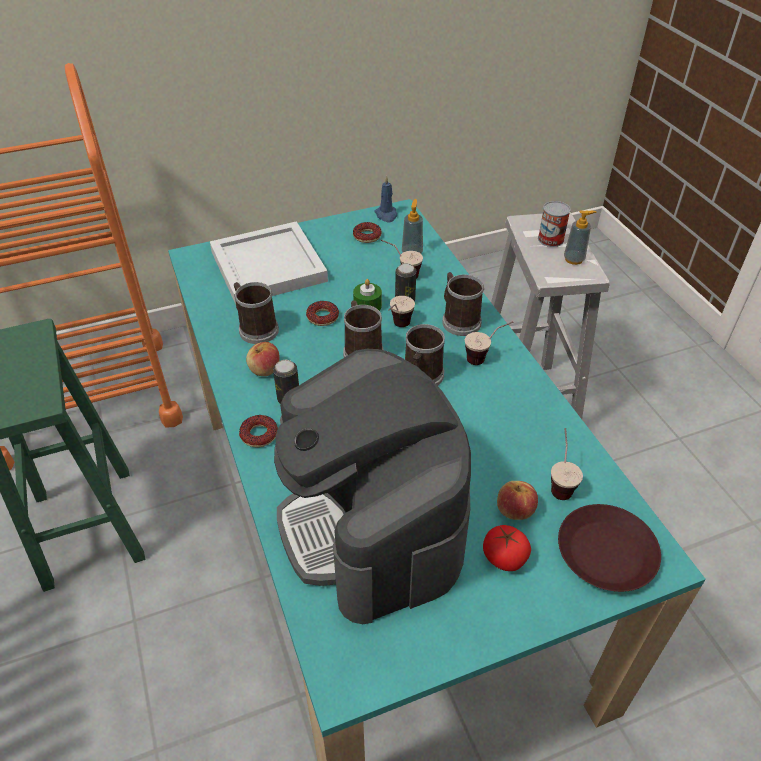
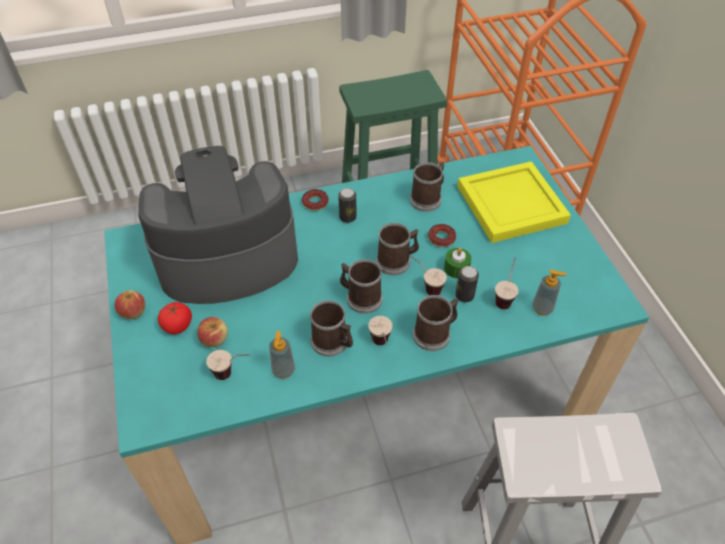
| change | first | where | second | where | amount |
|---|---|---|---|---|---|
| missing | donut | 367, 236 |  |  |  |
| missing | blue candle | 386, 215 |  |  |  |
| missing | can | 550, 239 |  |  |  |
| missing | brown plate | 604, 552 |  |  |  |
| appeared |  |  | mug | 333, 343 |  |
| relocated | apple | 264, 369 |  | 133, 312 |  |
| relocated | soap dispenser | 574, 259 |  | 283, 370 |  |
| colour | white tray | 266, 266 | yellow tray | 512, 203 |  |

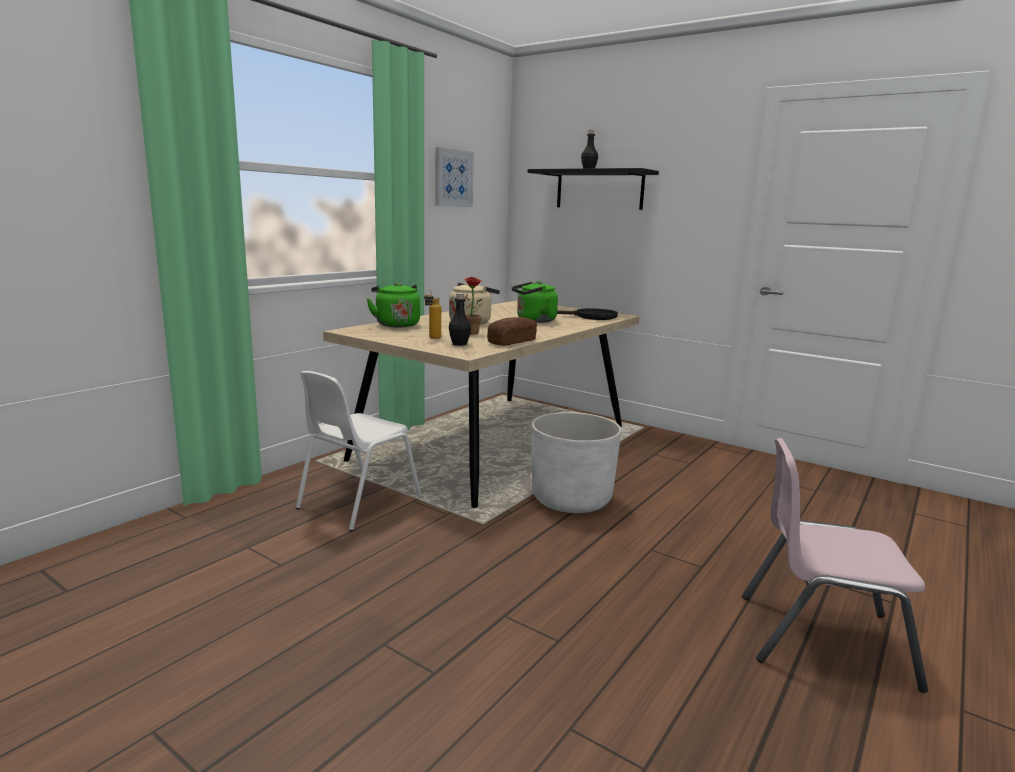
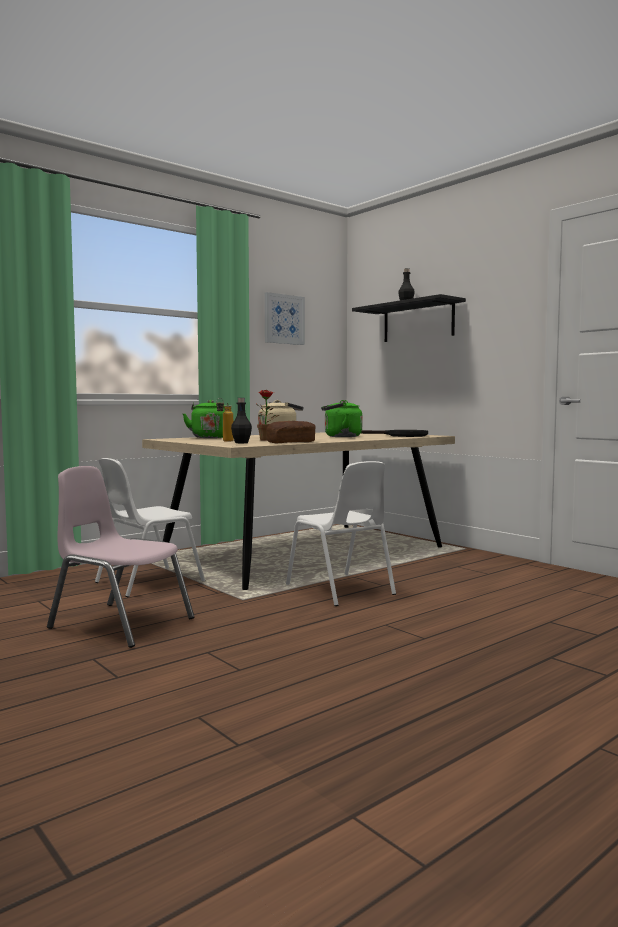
| change | first | where | second | where | amount |
|---|---|---|---|---|---|
| relocated | pink chair | 822, 638 |  | 120, 623 |  |
| exchanged | white planter | 571, 499 | white chair | 341, 590 |  |

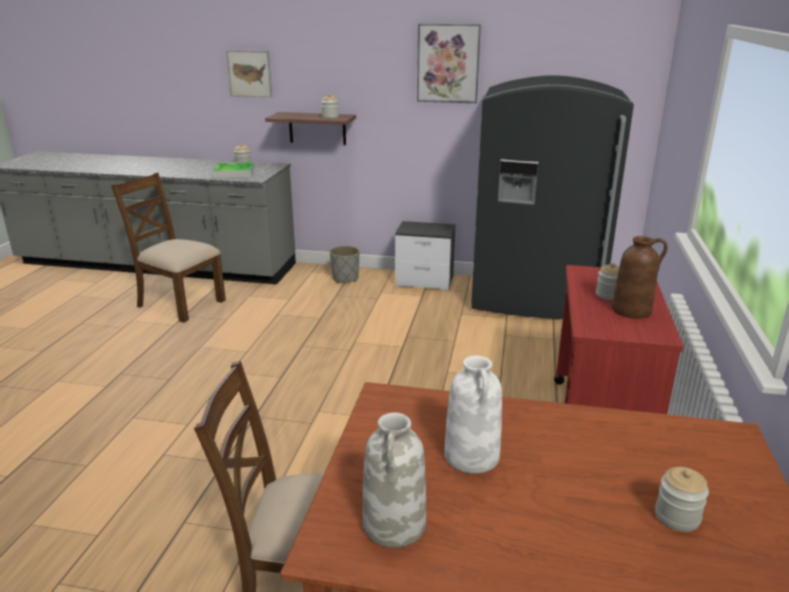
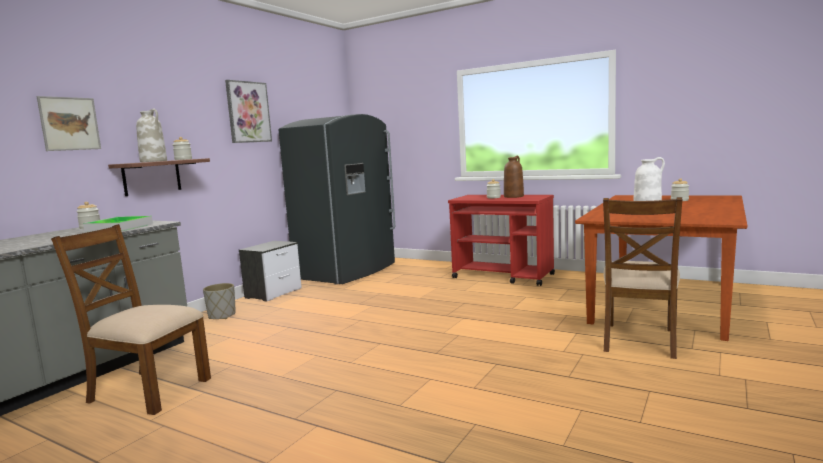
| change | first | where | second | where | amount |
|---|---|---|---|---|---|
| relocated | white vase | 395, 526 |  | 154, 161 |  |
| spun | brown chair | 180, 303 |  | 148, 390 | 60 degrees clockwise |

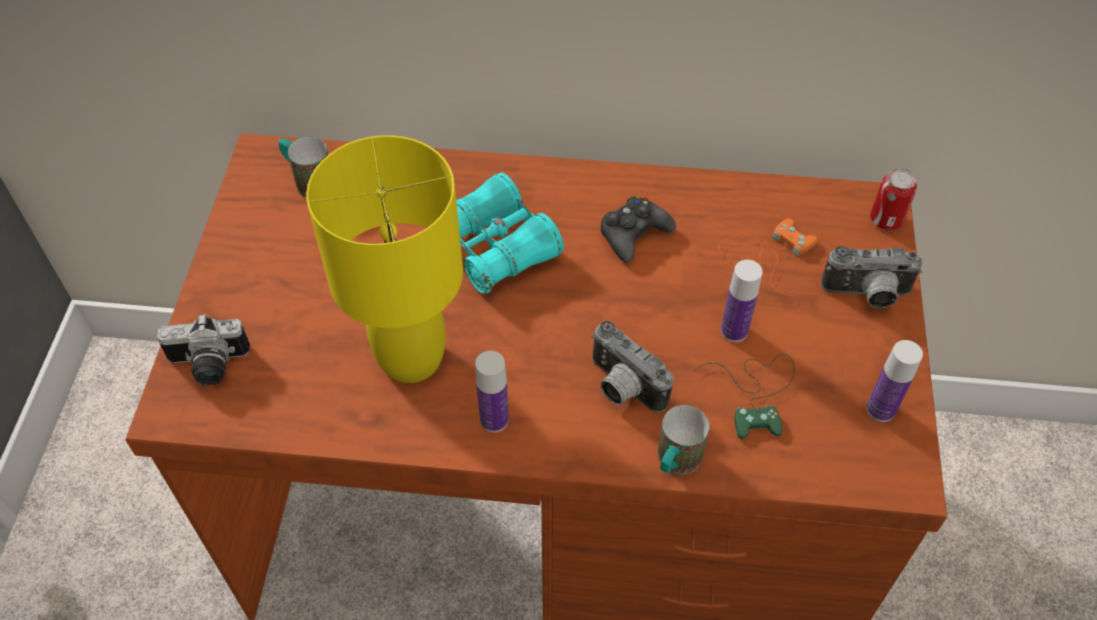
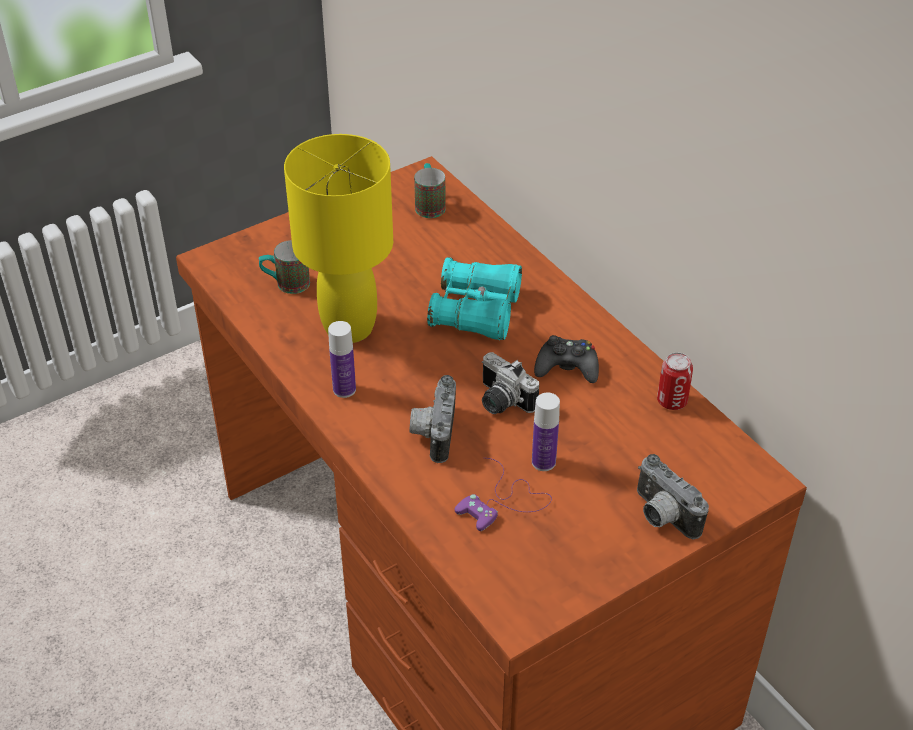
| change | first | where | second | where | amount |
|---|---|---|---|---|---|
| missing | orange game controller | 766, 254 |  |  |  |
| missing | bottle | 881, 409 |  |  |  |
| relocated | photo camera | 208, 366 |  | 501, 402 |  |
| relocated | mug | 675, 463 |  | 286, 284 |  |
| relocated | can | 886, 219 |  | 672, 401 |  |
| colour | green game controller | 756, 392 | purple game controller | 503, 501 |  |

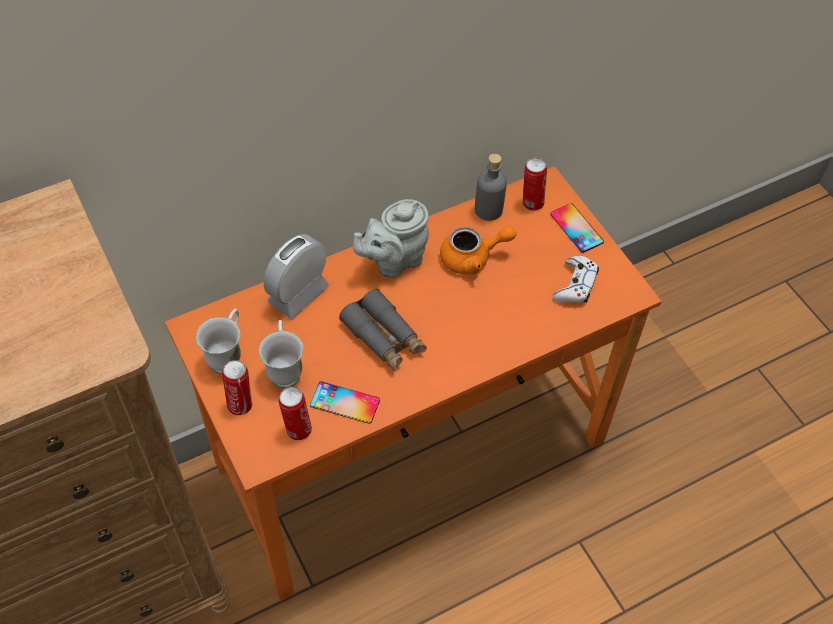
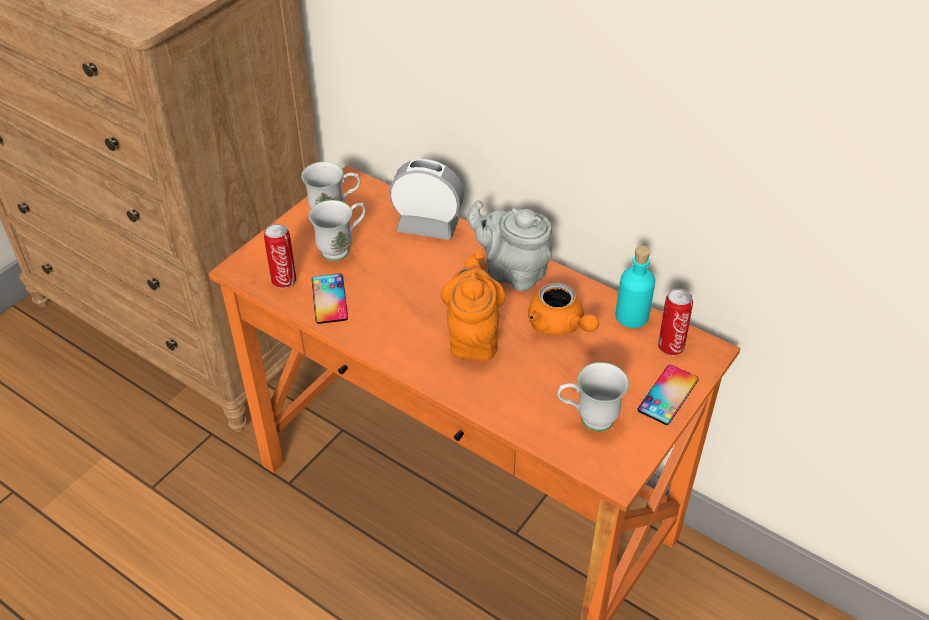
| change | first | where | second | where | amount |
|---|---|---|---|---|---|
| missing | can | 241, 404 |  |  |  |
| missing | grey binoculars | 384, 337 |  |  |  |
| appeared |  |  | orange teapot | 473, 337 |  |
| exchanged | white game controller | 575, 285 | white mug | 588, 419 |  |
| colour | grey bottle | 488, 210 | turquoise bottle | 631, 316 |  |

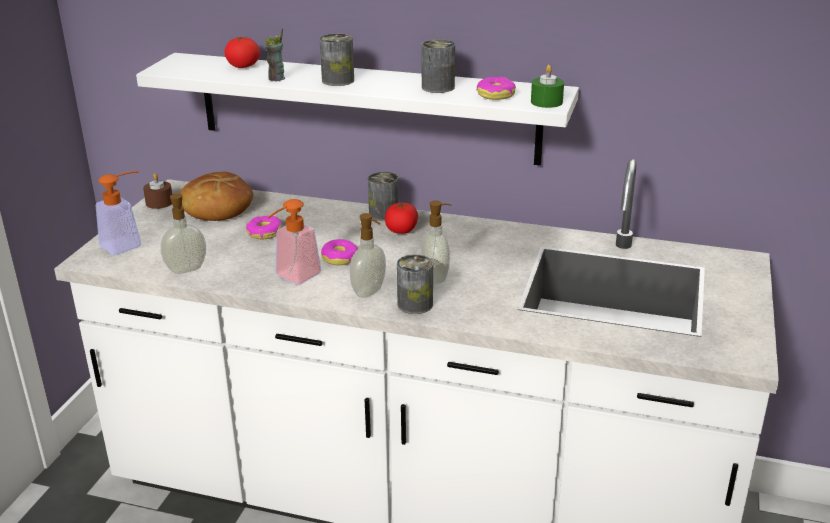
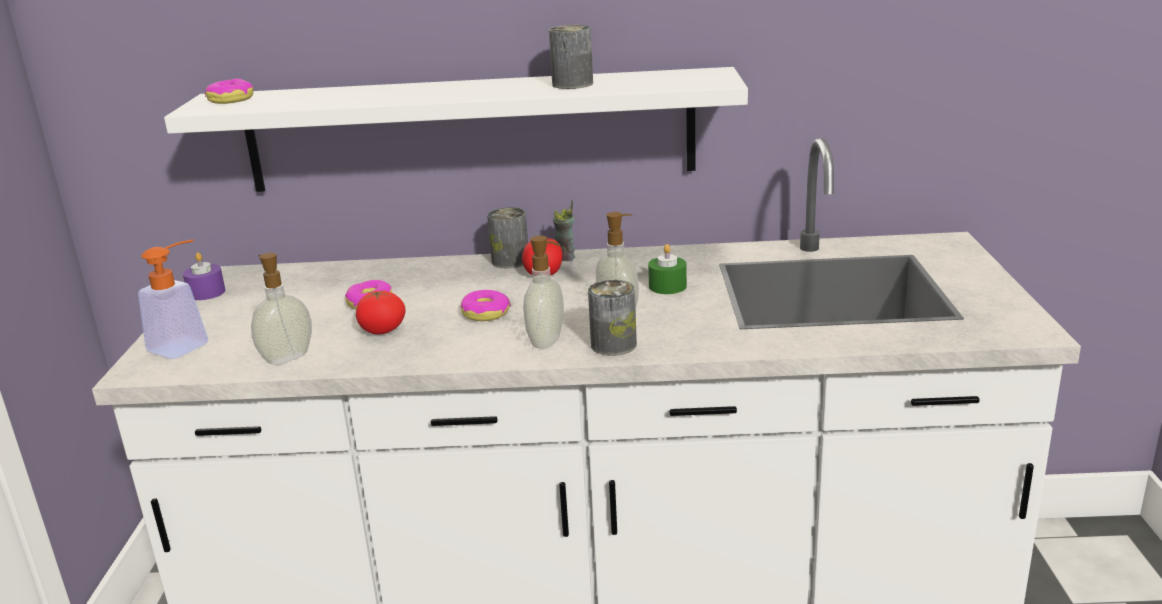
| change | first | where | second | where | amount |
|---|---|---|---|---|---|
| missing | bread | 217, 208 |  |  |  |
| missing | soap dispenser | 293, 277 |  |  |  |
| missing | can | 338, 80 |  |  |  |
| relocated | tomato | 243, 66 |  | 383, 330 |  |
| relocated | cup | 277, 79 |  | 566, 258 |  |
| relocated | donut | 495, 95 |  | 231, 99 |  |
| relocated | green candle | 546, 102 |  | 667, 286 |  |
| colour | brown candle | 159, 202 | purple candle | 206, 292 |  |

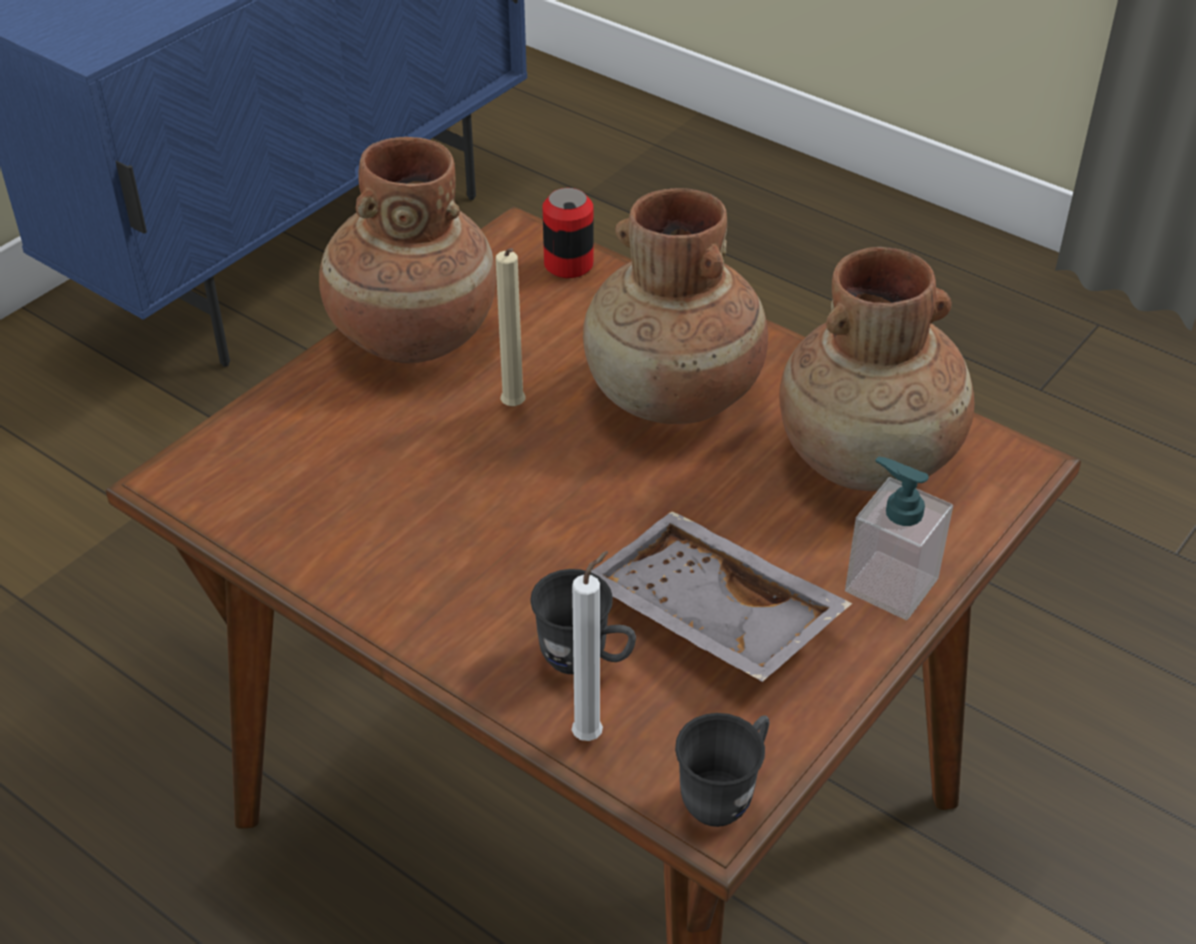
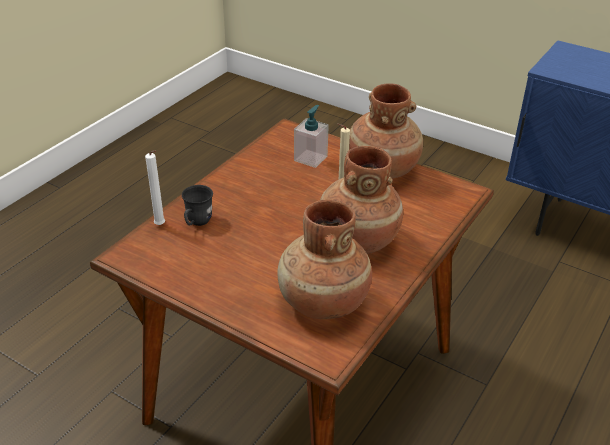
| change | first | where | second | where | amount |
|---|---|---|---|---|---|
| missing | can | 568, 264 |  |  |  |
| missing | grey tray | 709, 618 |  |  |  |
| missing | grey mug | 725, 794 |  |  |  |
| relocated | soap dispenser | 890, 585 |  | 311, 158 |  |

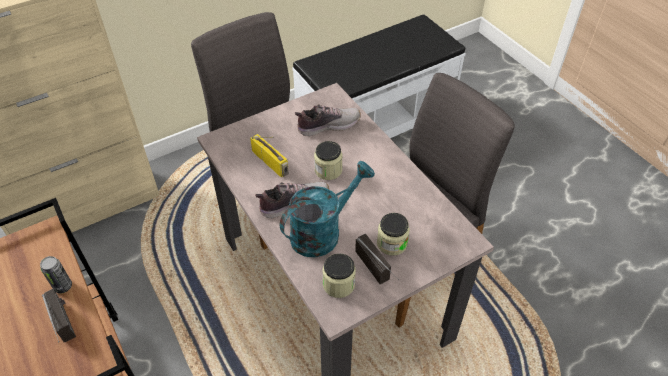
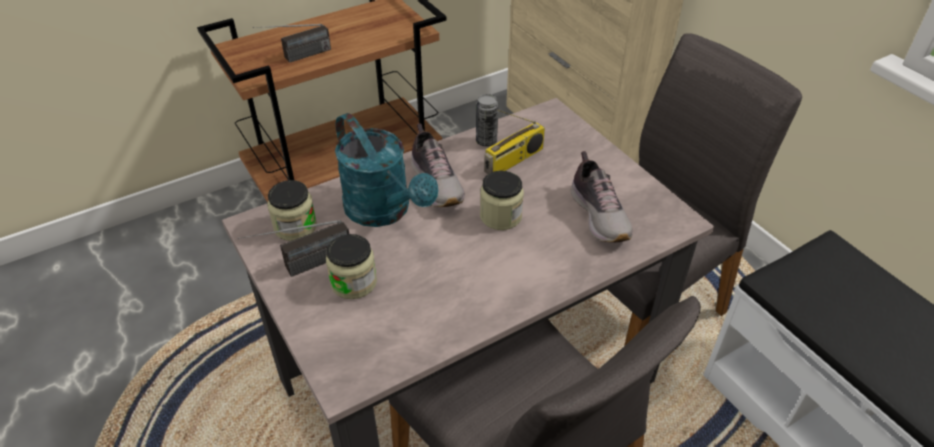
| change | first | where | second | where | amount |
|---|---|---|---|---|---|
| relocated | can | 63, 286 |  | 486, 141 |  |

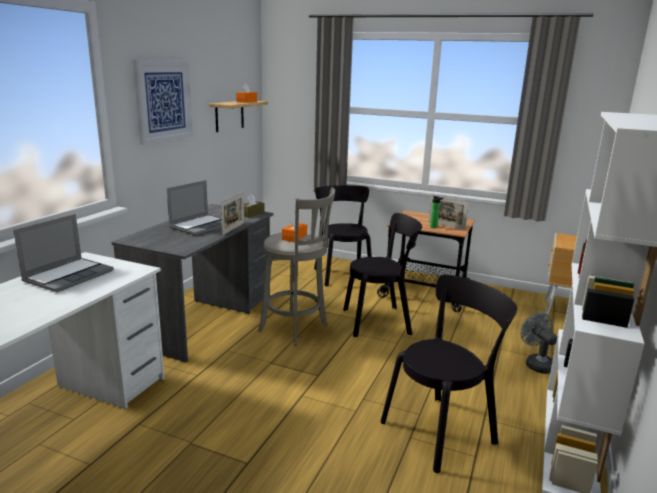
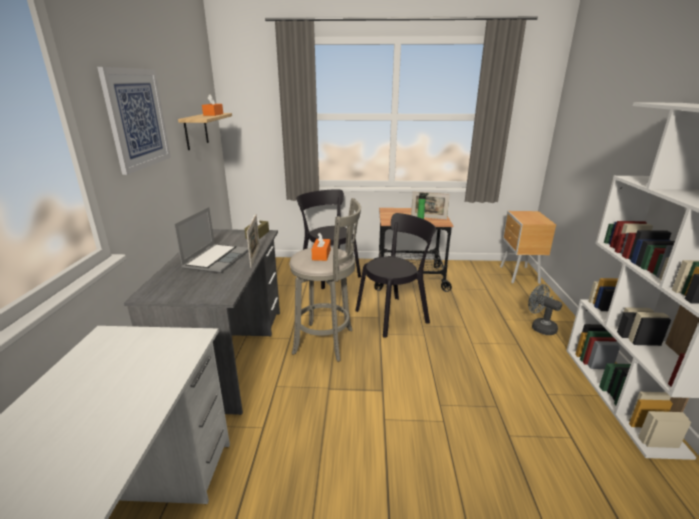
| change | first | where | second | where | amount |
|---|---|---|---|---|---|
| missing | laptop | 69, 276 |  |  |  |
| missing | black chair | 441, 430 |  |  |  |

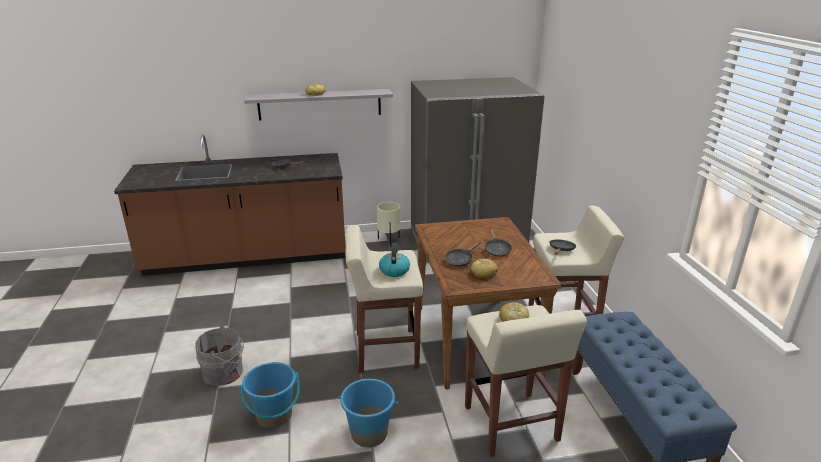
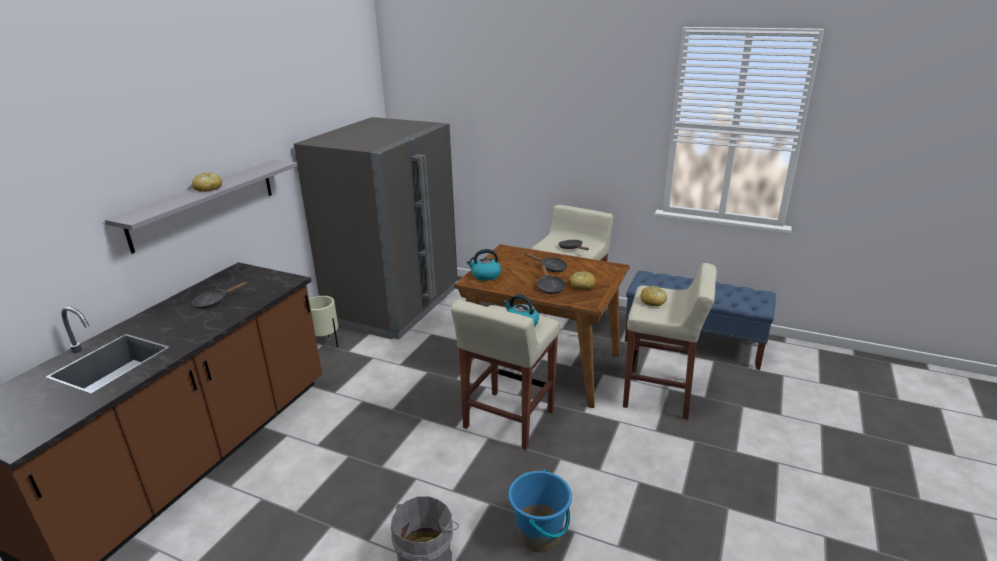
| change | first | where | second | where | amount |
|---|---|---|---|---|---|
| missing | blue bucket | 369, 433 |  |  |  |
| appeared |  |  | kettle | 485, 275 |  |

